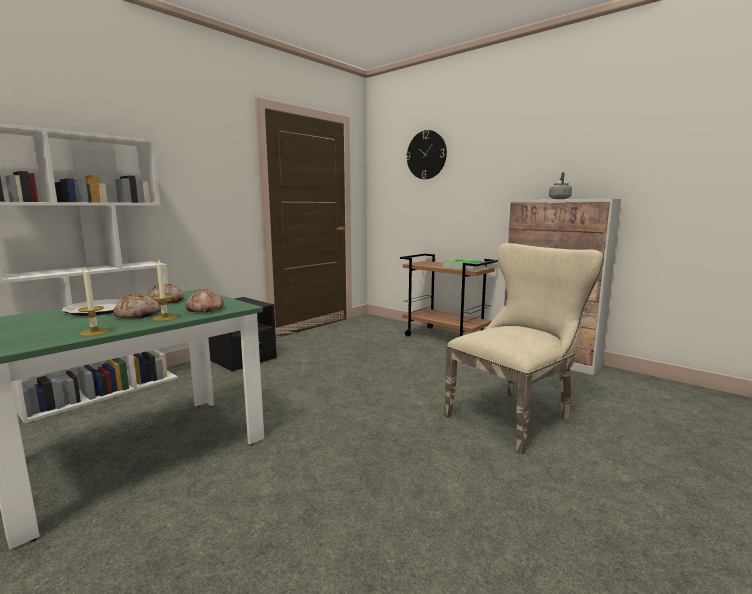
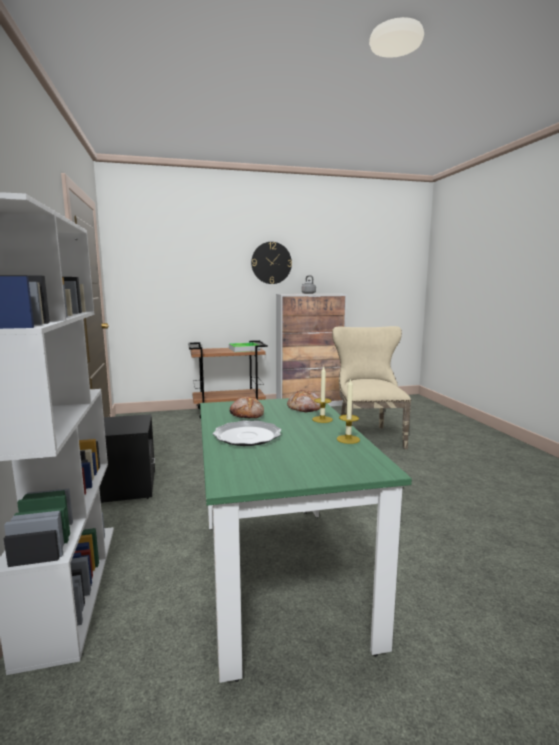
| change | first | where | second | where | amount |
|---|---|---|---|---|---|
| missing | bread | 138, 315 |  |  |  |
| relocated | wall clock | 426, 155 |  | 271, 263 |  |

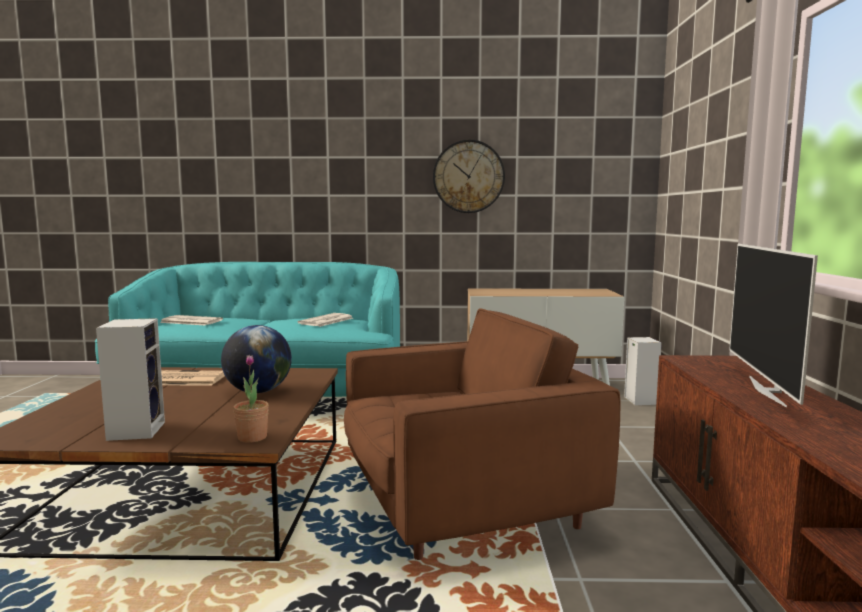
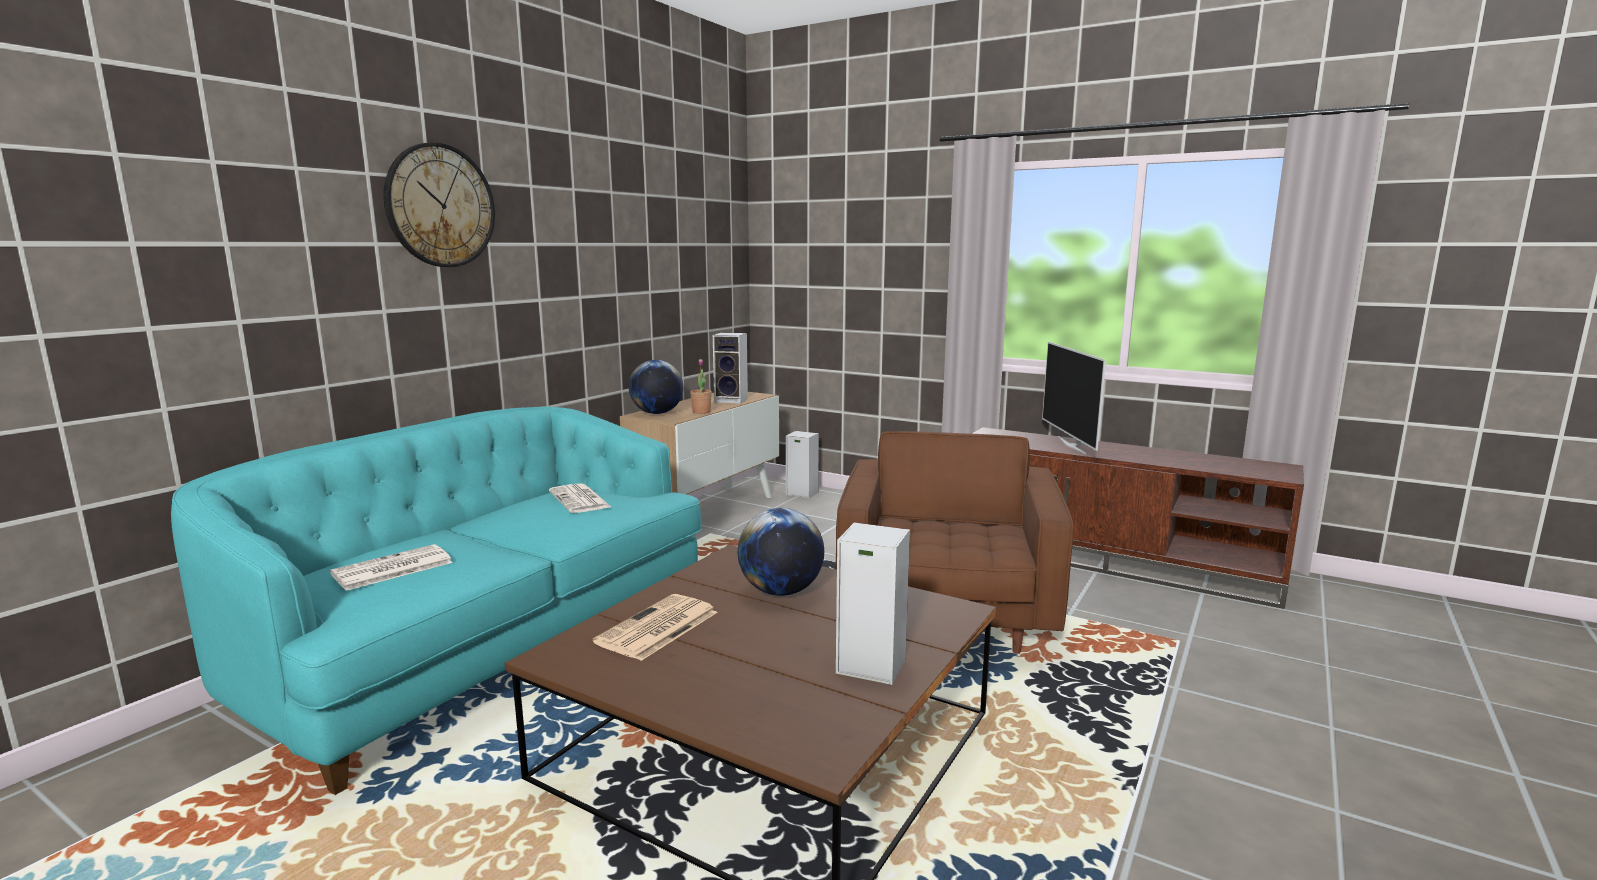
| change | first | where | second | where | amount |
|---|---|---|---|---|---|
| appeared |  |  | globe | 657, 413 |  |
| appeared |  |  | speaker | 732, 400 |  |
| relocated | potted plant | 252, 437 |  | 701, 412 |  |
| relocated | wall clock | 468, 176 |  | 440, 206 |  |
| spun | television | 768, 391 |  | 1072, 445 | 45 degrees clockwise |

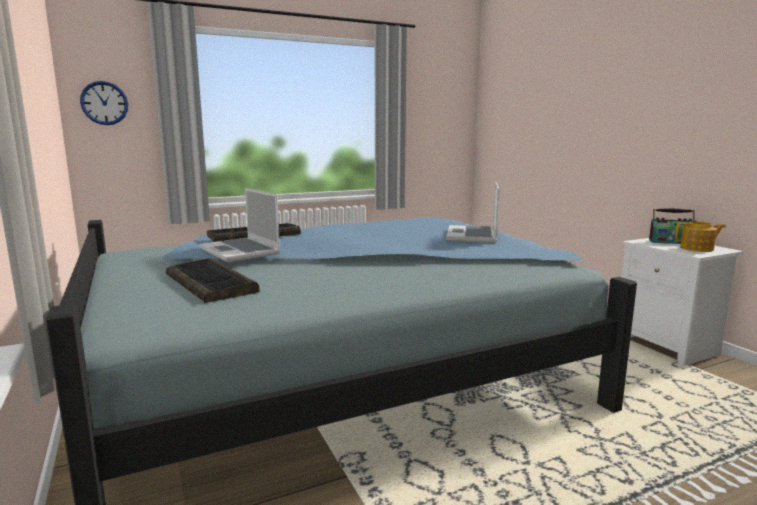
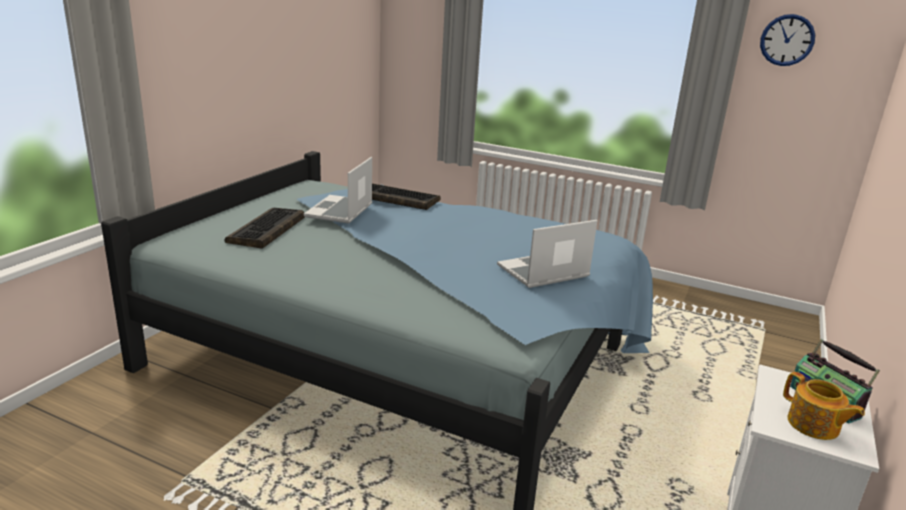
| change | first | where | second | where | amount |
|---|---|---|---|---|---|
| relocated | wall clock | 104, 103 |  | 787, 40 |  |

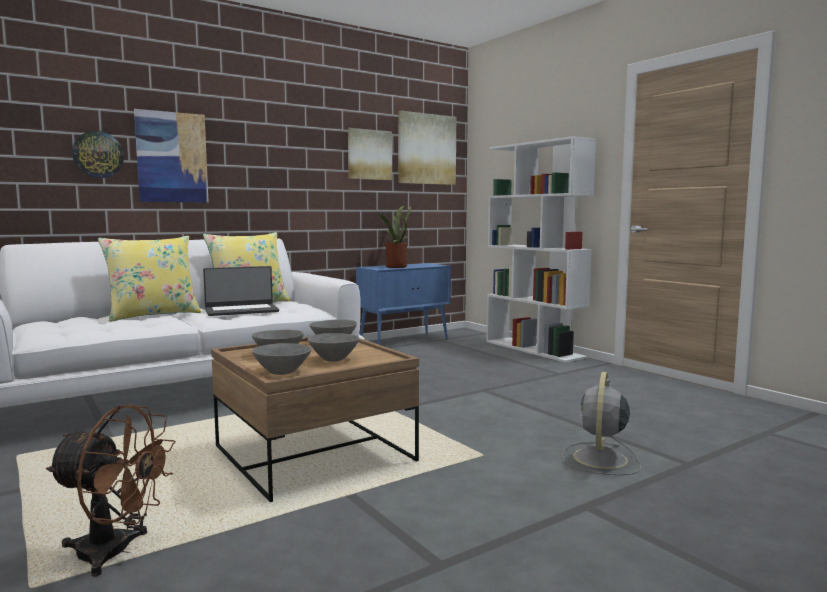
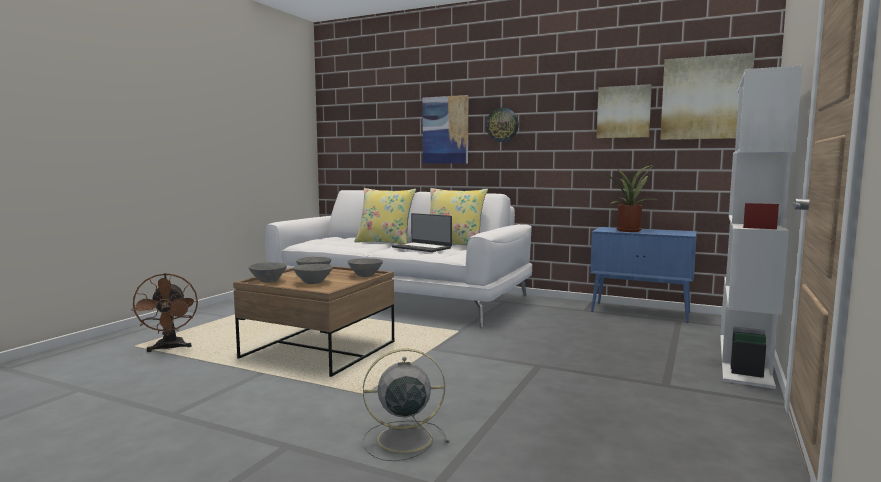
| change | first | where | second | where | amount |
|---|---|---|---|---|---|
| relocated | wall clock | 98, 154 |  | 502, 124 |  |

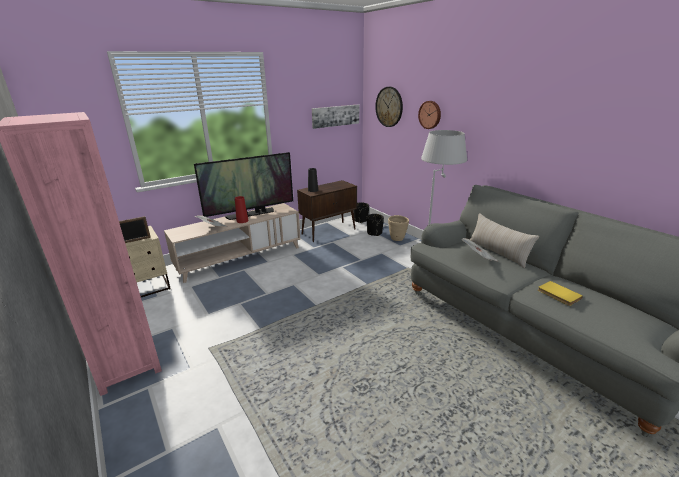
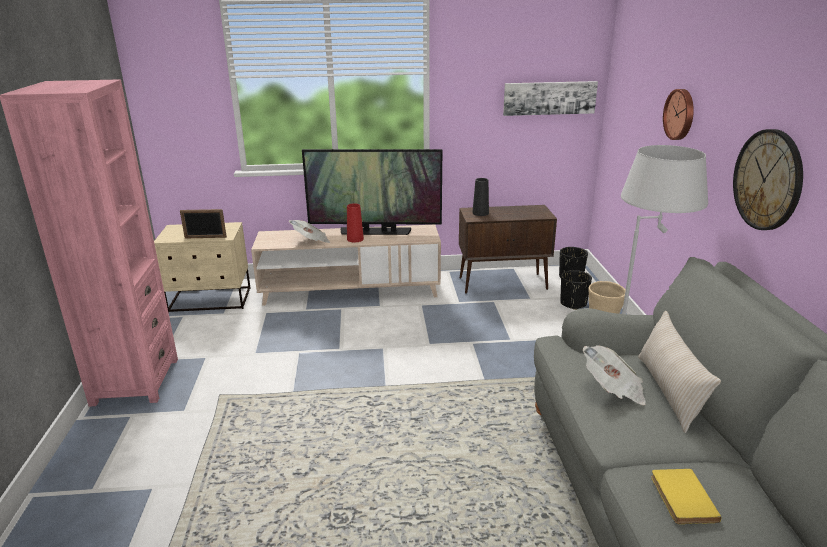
| change | first | where | second | where | amount |
|---|---|---|---|---|---|
| relocated | wall clock | 389, 107 |  | 768, 180 |  |

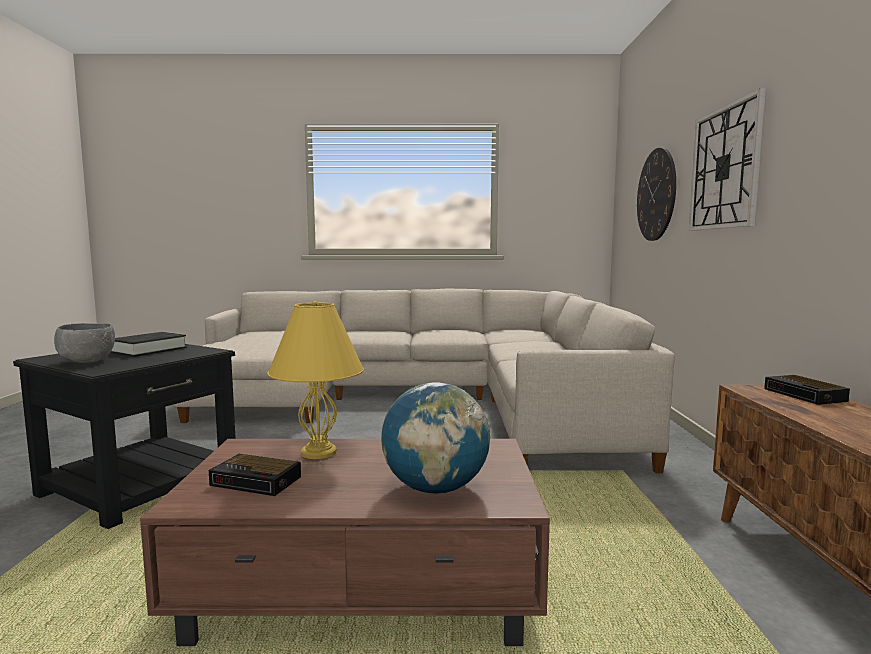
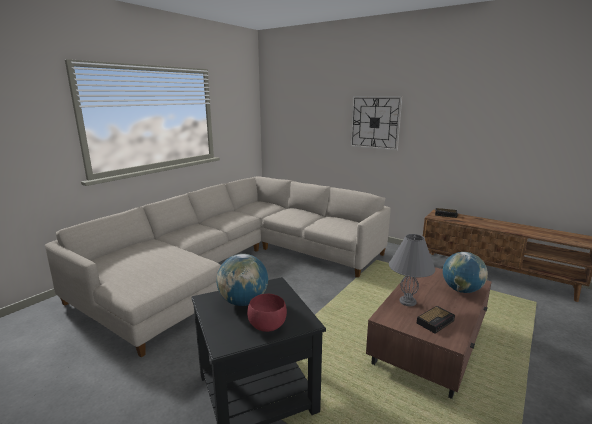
| change | first | where | second | where | amount |
|---|---|---|---|---|---|
| missing | wall clock | 656, 195 |  |  |  |
| exchanged | black book | 148, 350 | globe | 243, 302 |  |
| colour | grey bowl | 88, 361 | red bowl | 267, 326 |  |
| colour | yellow table lamp | 319, 452 | grey table lamp | 408, 301 |  |

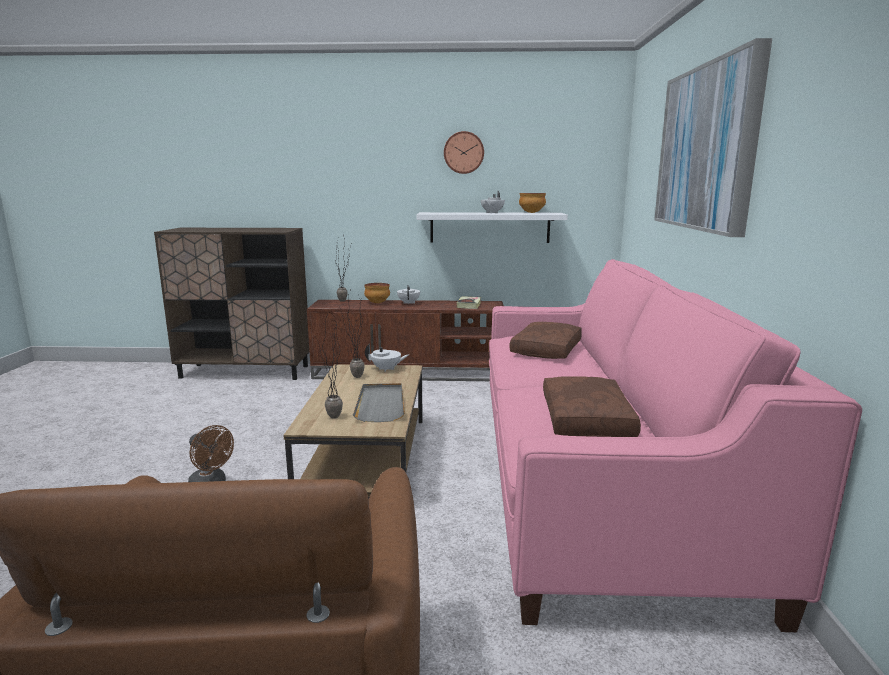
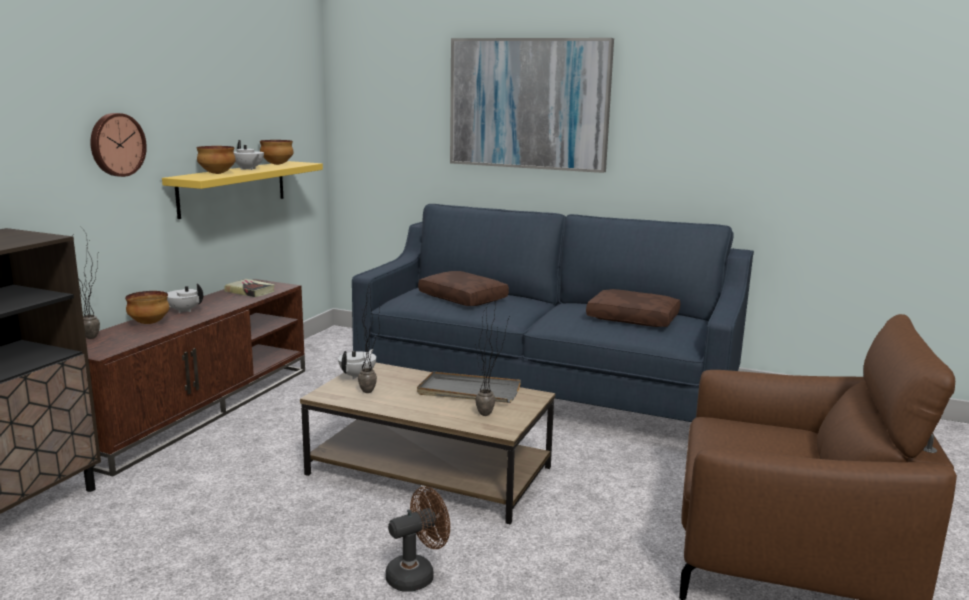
| change | first | where | second | where | amount |
|---|---|---|---|---|---|
| appeared |  |  | bowl | 216, 173 |  |
| relocated | wall clock | 463, 152 |  | 116, 144 |  |
| colour | white shelf | 489, 227 | yellow shelf | 233, 188 |  |
| colour | pink sofa | 594, 480 | blue sofa | 548, 389 |  |

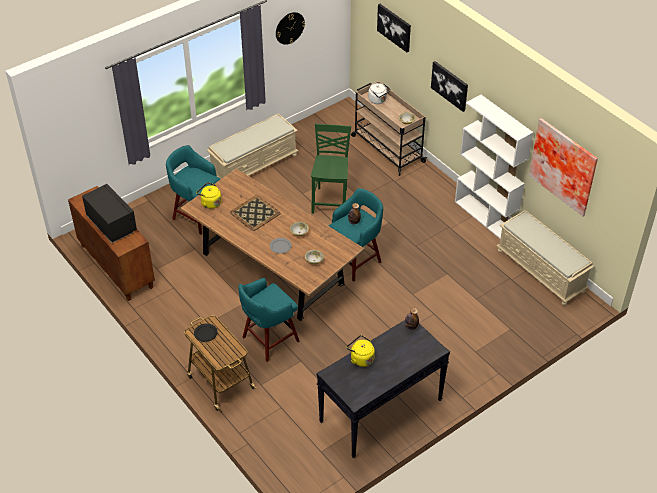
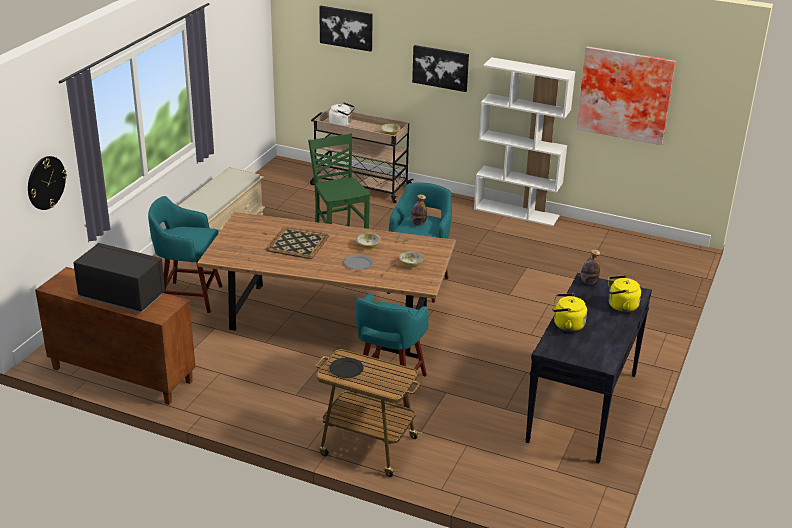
| change | first | where | second | where | amount |
|---|---|---|---|---|---|
| missing | beige bench | 541, 271 |  |  |  |
| relocated | yellow kettle | 210, 203 |  | 620, 306 |  |
| relocated | wall clock | 289, 28 |  | 46, 182 |  |

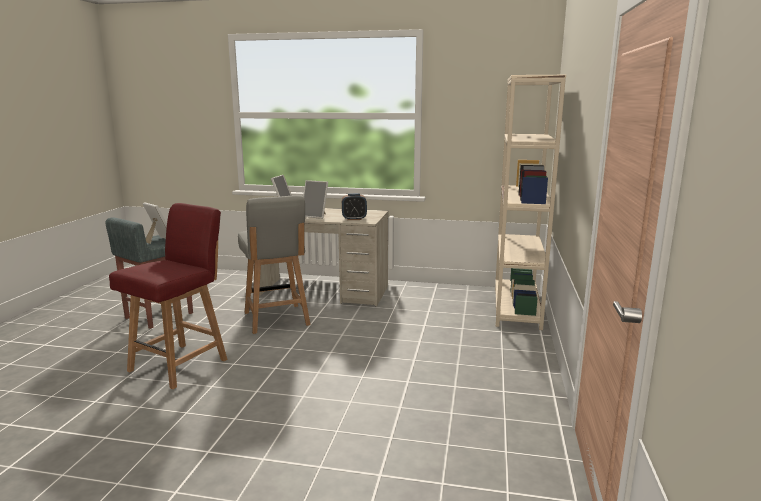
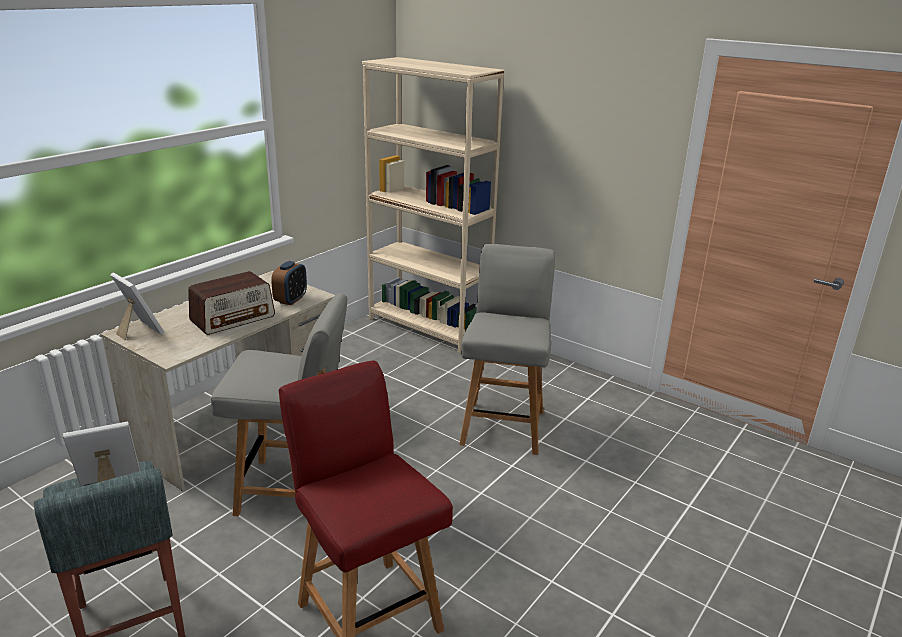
| change | first | where | second | where | amount |
|---|---|---|---|---|---|
| appeared |  |  | grey chair | 503, 426 |  |
| exchanged | picture frame | 316, 216 | radio | 233, 318 |  |

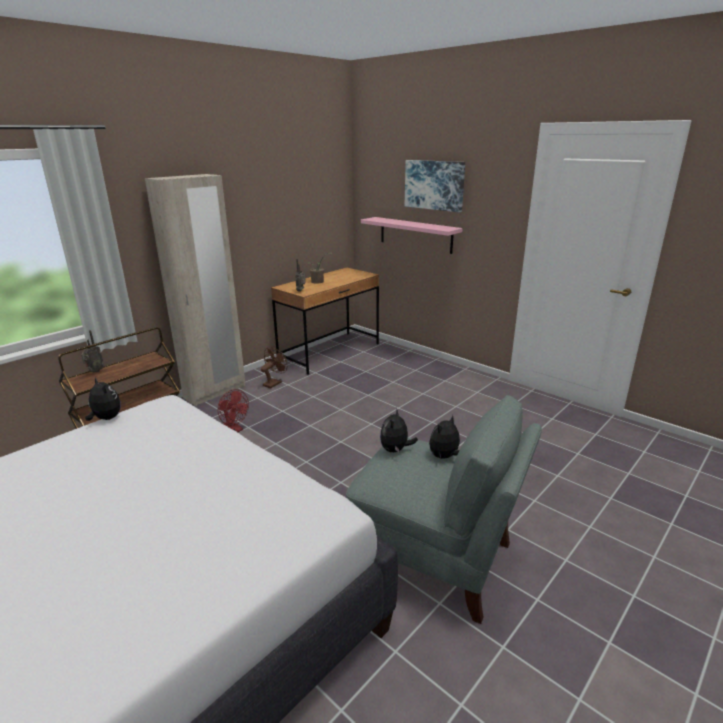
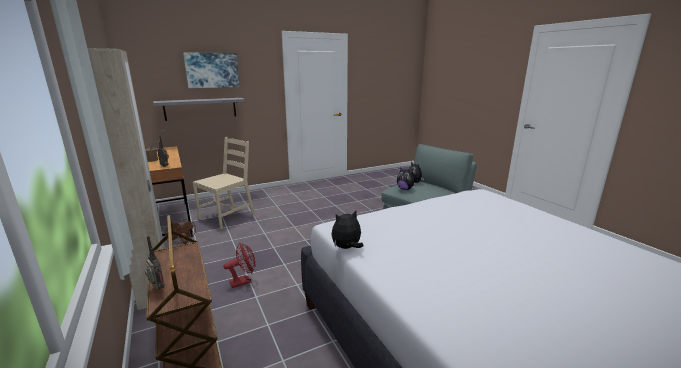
| change | first | where | second | where | amount |
|---|---|---|---|---|---|
| appeared |  |  | beige chair | 227, 216 |  |
| colour | pink shelf | 415, 234 | grey shelf | 200, 109 |  |

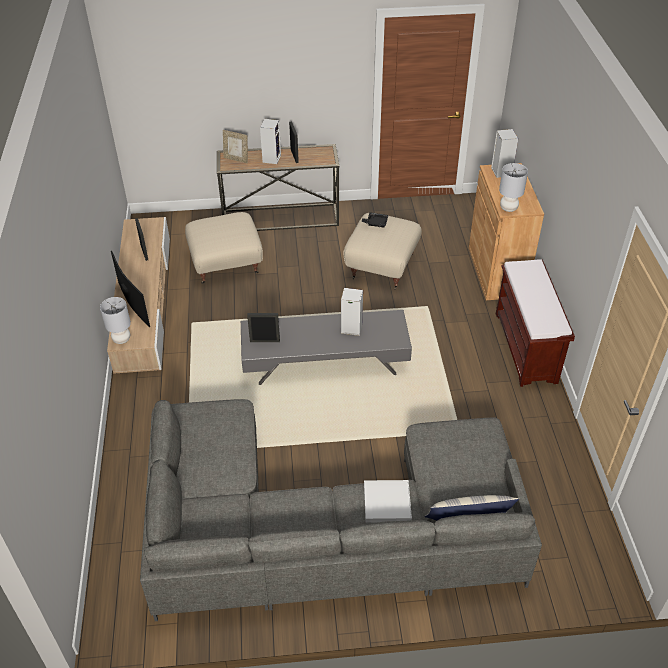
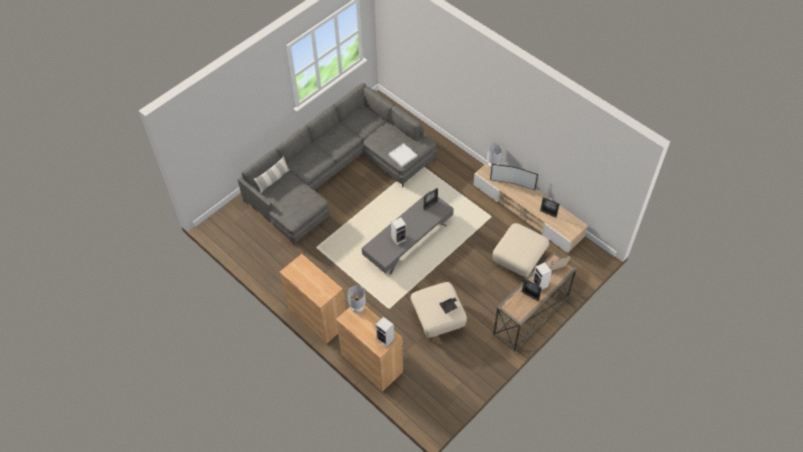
| change | first | where | second | where | amount |
|---|---|---|---|---|---|
| relocated | white tray | 387, 502 |  | 402, 156 |  |
| exchanged | brown bench | 526, 348 | brown cabinet | 317, 317 |  |

